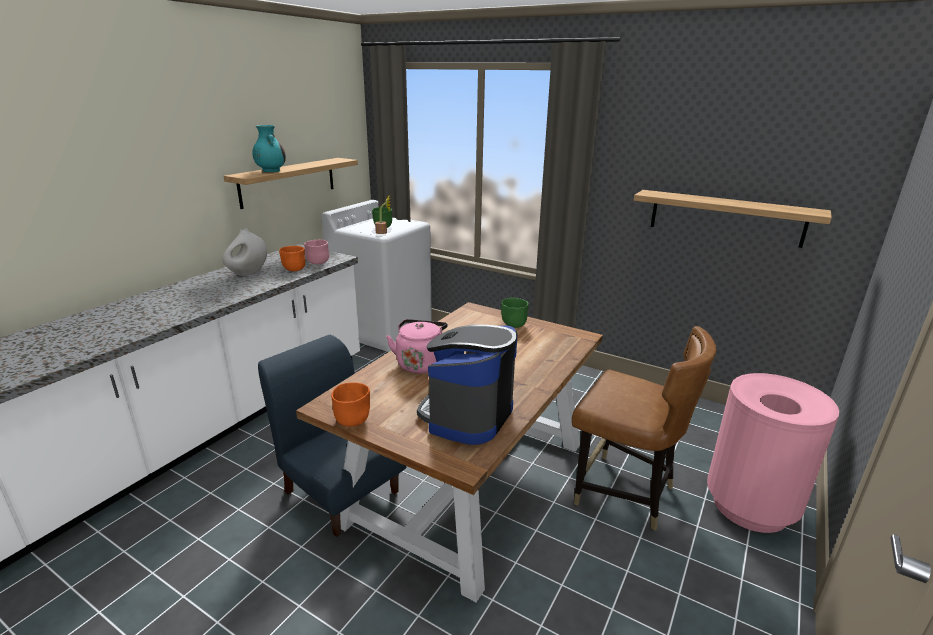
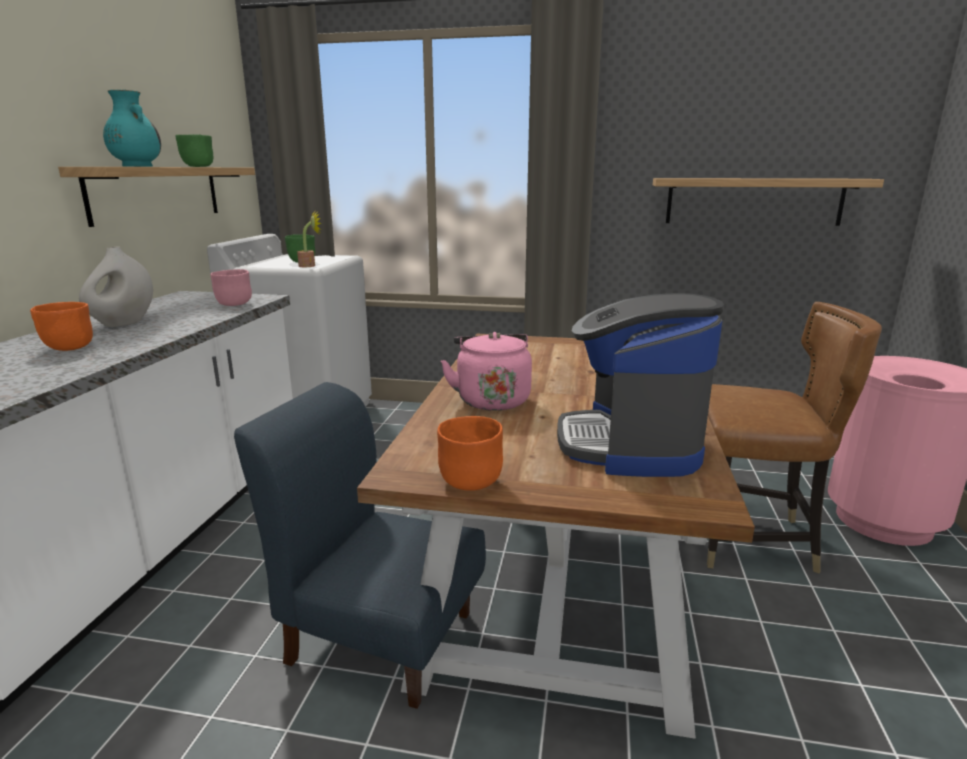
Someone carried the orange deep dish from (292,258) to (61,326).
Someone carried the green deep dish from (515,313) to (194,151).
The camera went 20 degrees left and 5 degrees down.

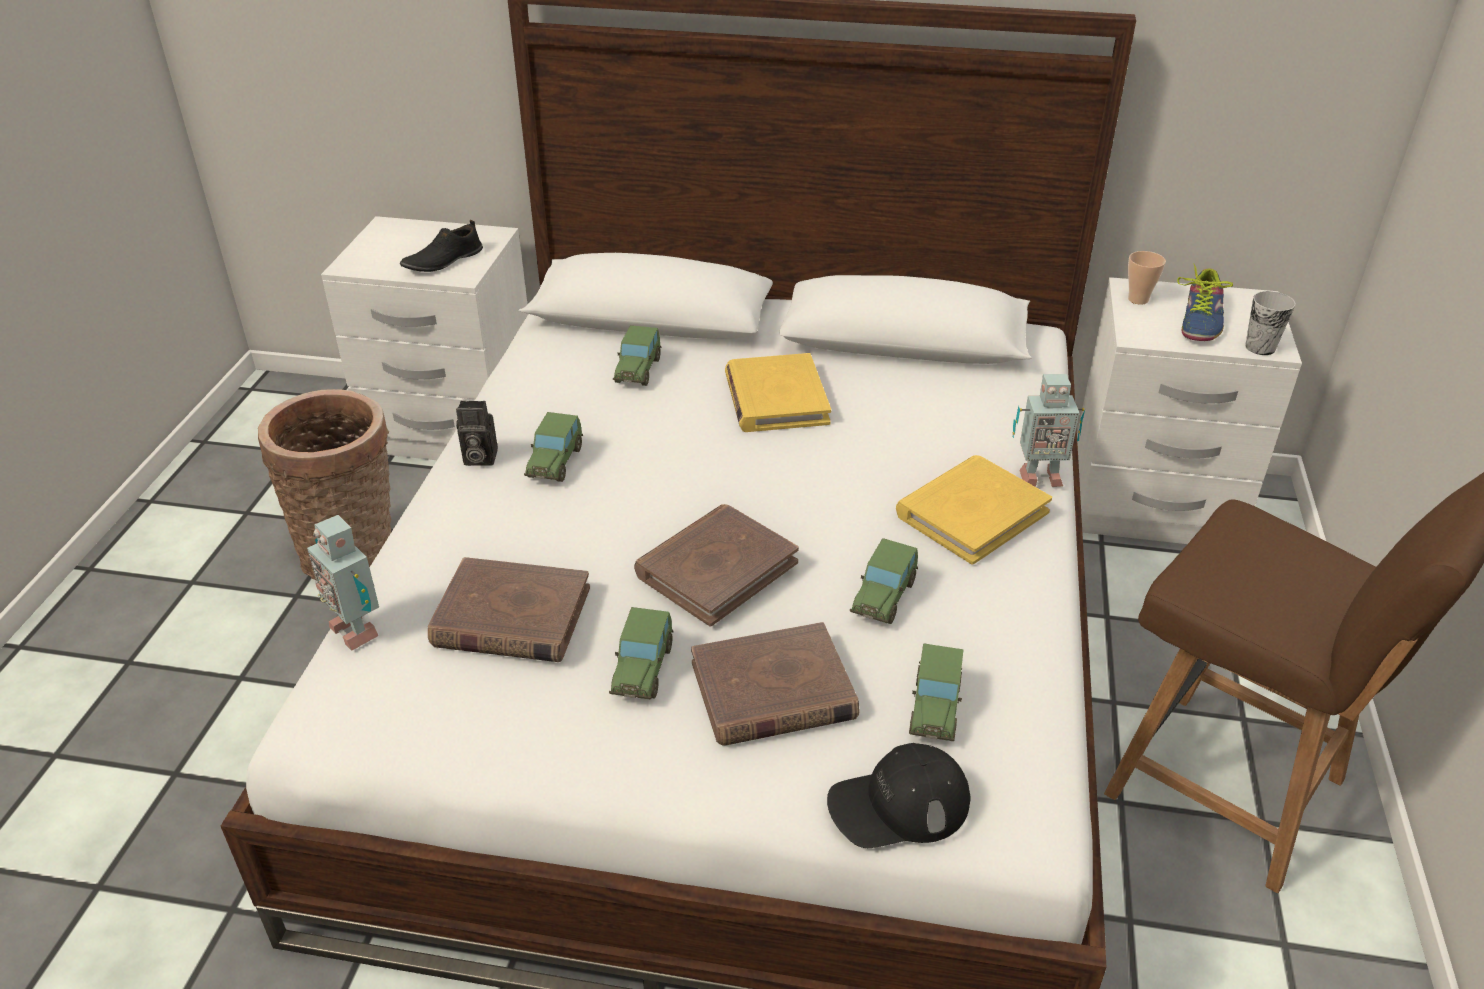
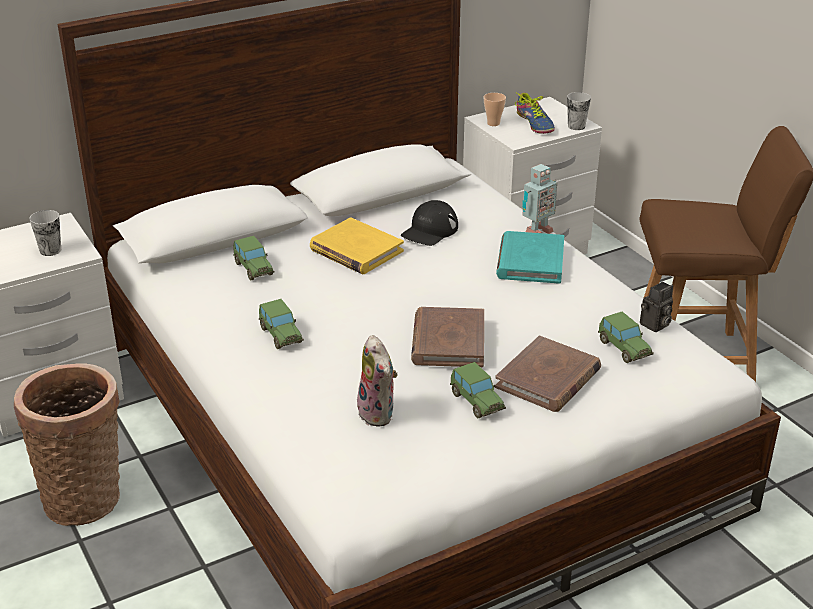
Someone took away the robot figure at (343,583).
Someone swapped the black low shoe at (441,246) for the drinking cup at (45,233).
Someone swapped the brownish bound book at (509,609) for the plush toy at (377,381).
Someone carried the photo camera from (477,433) to (656,306).
Someone carried the black peaked cap from (898,795) to (429,223).
Someone took away the miniature car at (884,581).
Someone repainted the yellow-coloured bound book at (974,510), which became the turquoise-coloured bound book at (530,257).
The camera went 40 degrees left and 5 degrees down.

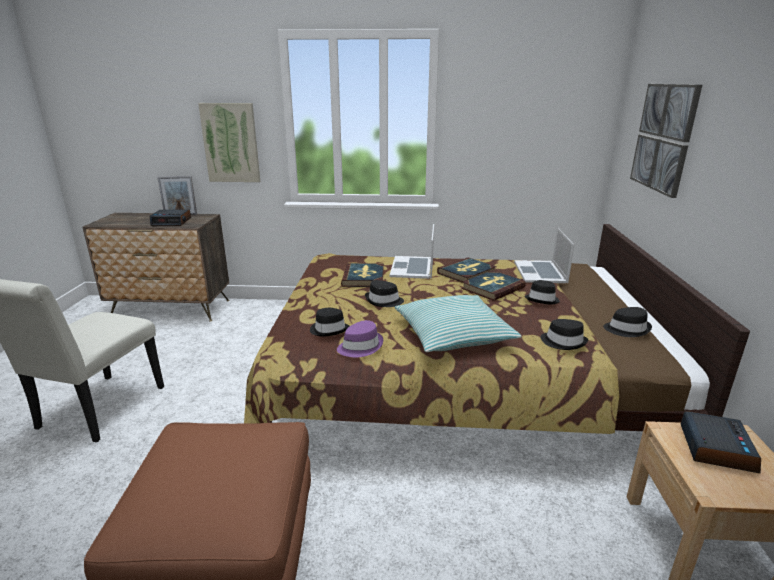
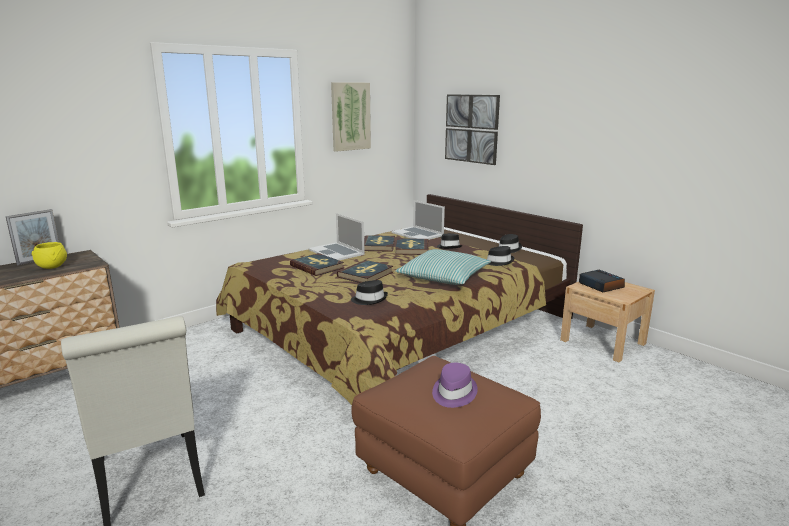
Someone swapped the alarm clock at (170,218) for the yellow-coloured deep dish at (49,255).
Someone carried the picture from (229,142) to (351,117).
Someone carried the purple-coloured wearable hat from (360,338) to (455,385).
Someone swapped the black wearable hat at (384,293) for the bound book at (365,271).
The camera went 45 degrees left and 5 degrees down.

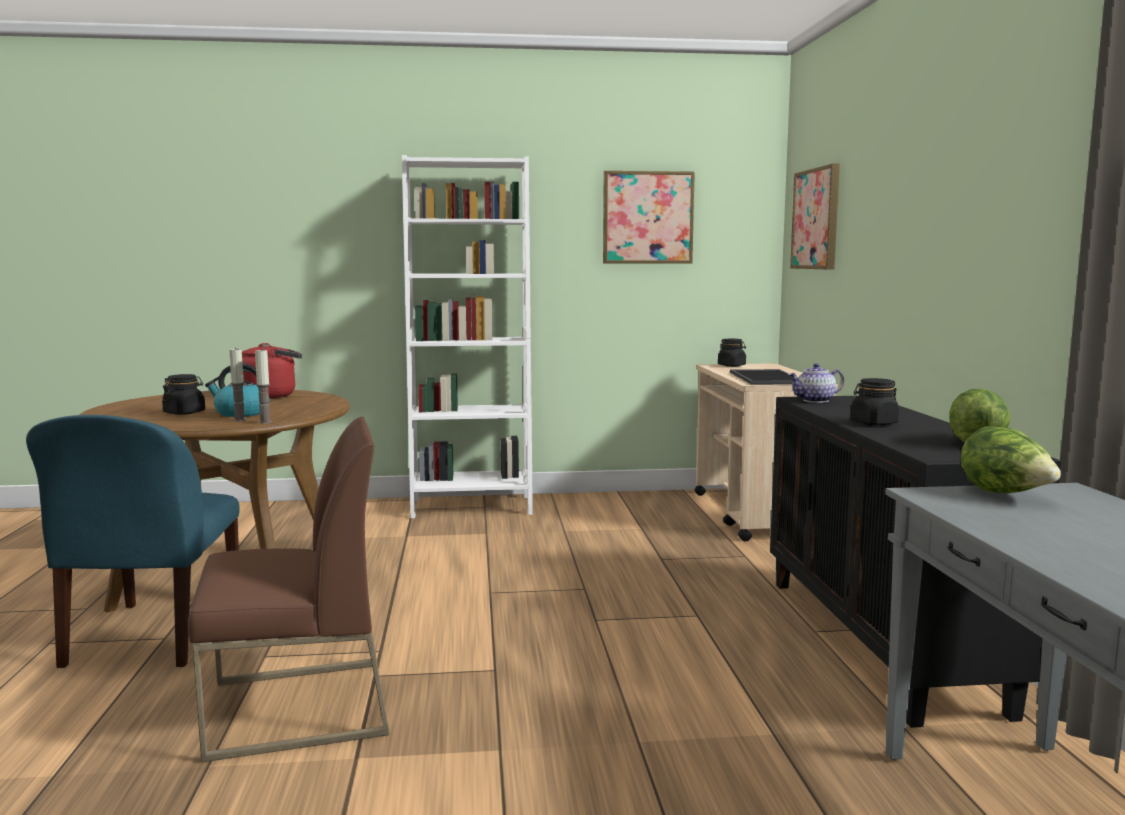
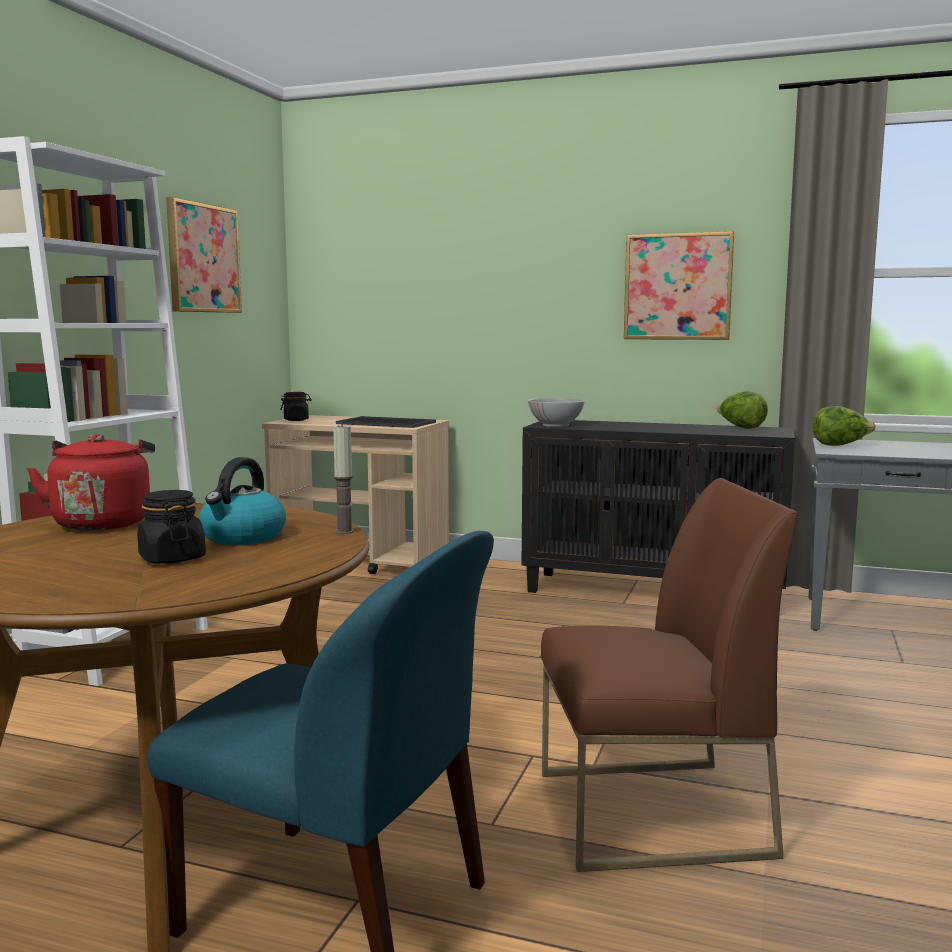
Someone rotated the brownish upright chair at (289,589) by 75 degrees clockwise.
Someone took away the candle at (237,384).
Someone swapped the tea pot at (816,383) for the whitish deep dish at (556,412).
Someone carried the picture from (815,216) to (679,285).
Someone took away the black jar at (875,401).
The camera went 65 degrees left and 0 degrees up.

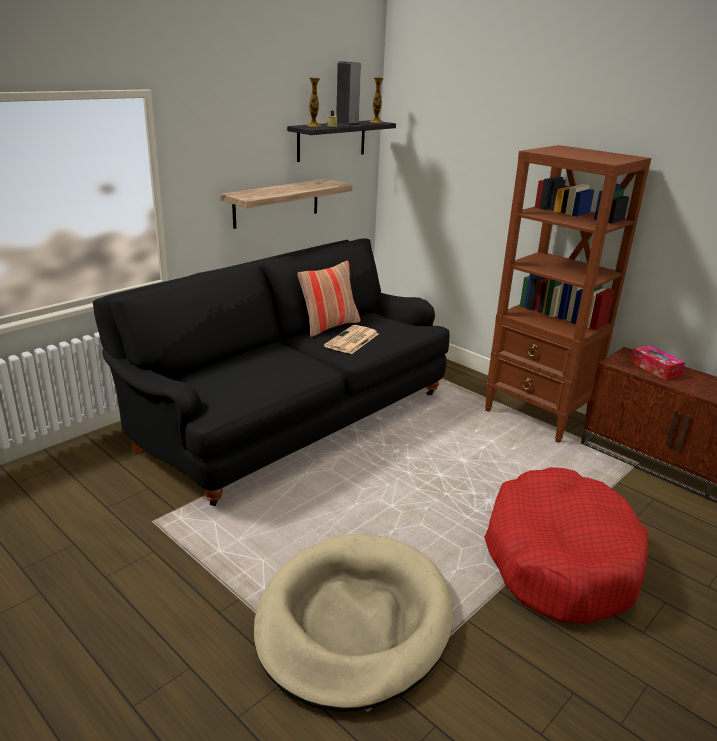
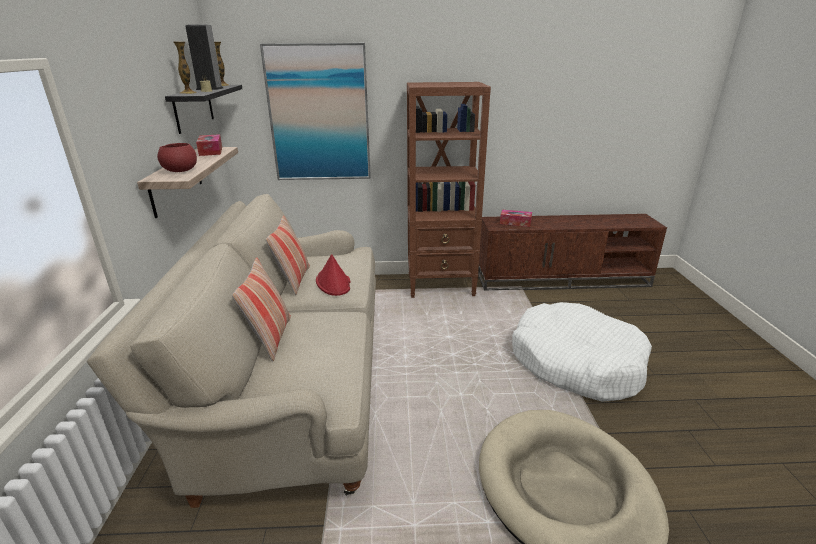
Someone repainted the black sofa at (271,372), which became the sand-coloured sofa at (231,351).
Someone swapped the newspaper at (351,339) for the red wearable hat at (333,275).
Someone repainted the red dog cushion at (566,545), which became the whitish dog cushion at (582,352).
Someone put down the red deep dish at (177,157).
Someone put down the tissue box at (209,145).
Someone put down the pillow at (261,310).
Someone put up the picture at (315,111).
The camera went 45 degrees left and 0 degrees up.

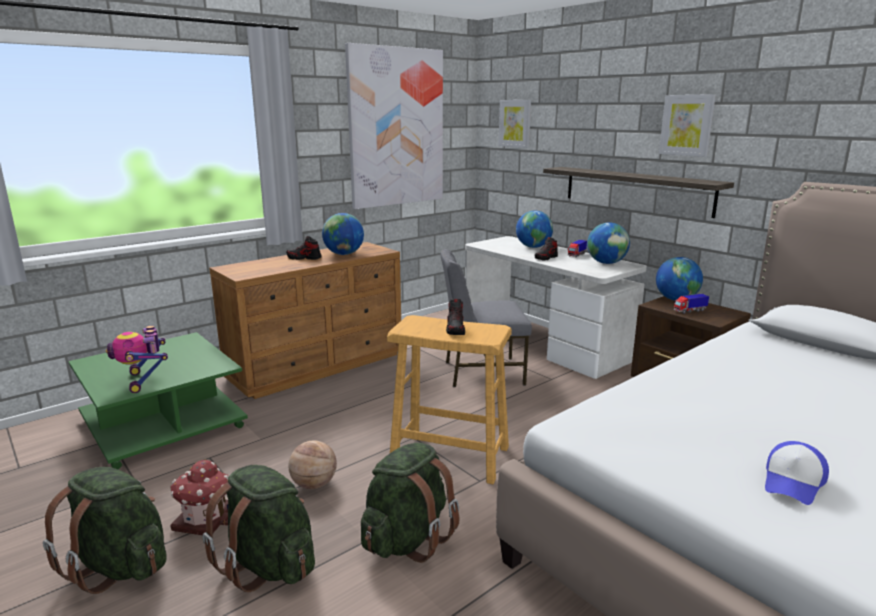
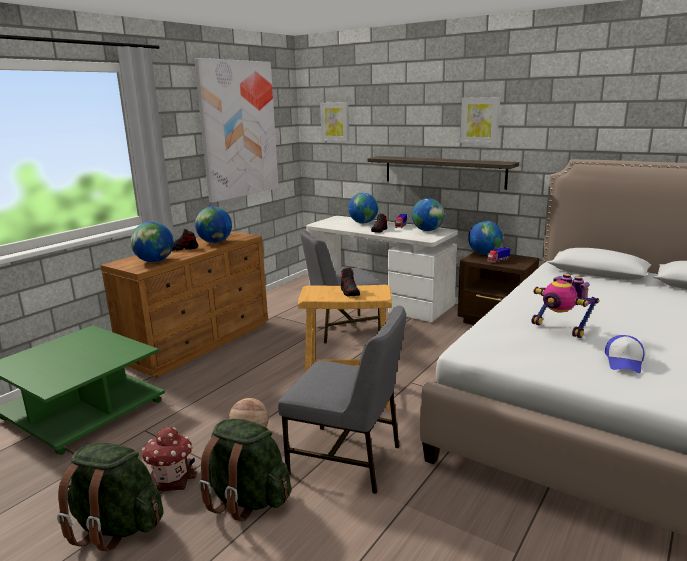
Someone carried the robot figure from (137,359) to (565,306).
Someone swapped the green rucksack at (410,503) for the greyish upright chair at (342,400).
Someone put down the world globe at (152,242).
The camera went 15 degrees left and 0 degrees up.

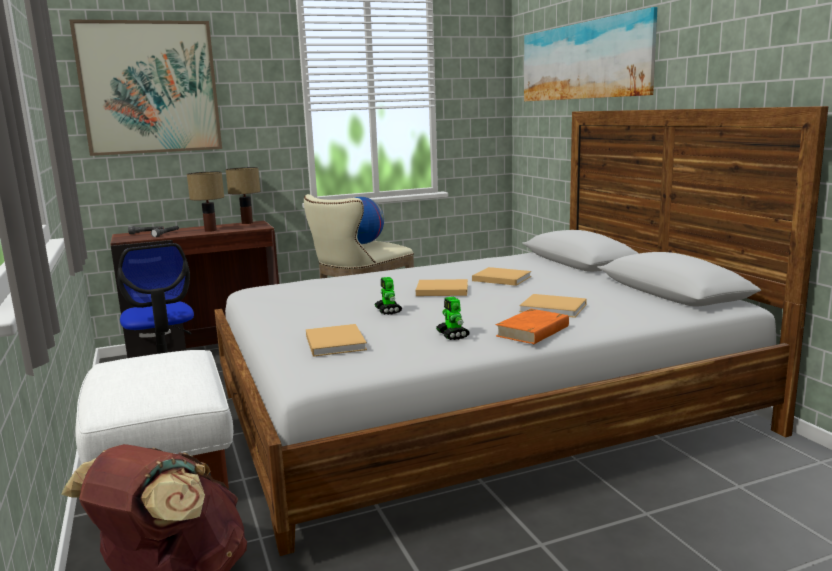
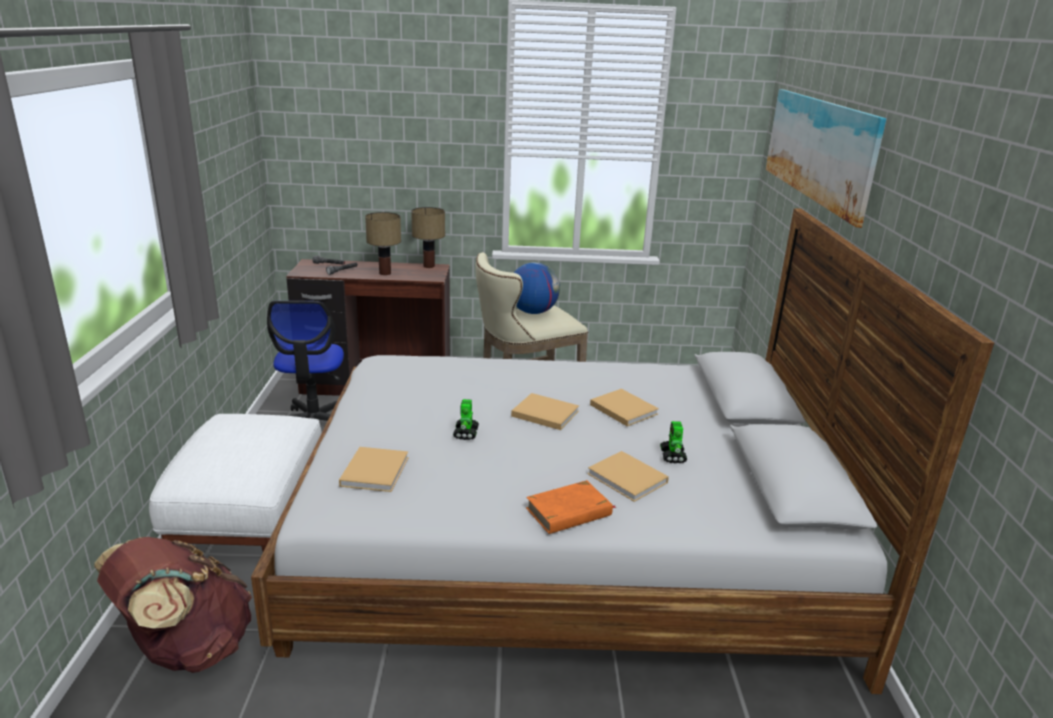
Someone took away the picture at (145,87).
Someone carried the robot figure from (453,318) to (673,442).
The camera went 20 degrees right and 10 degrees up.

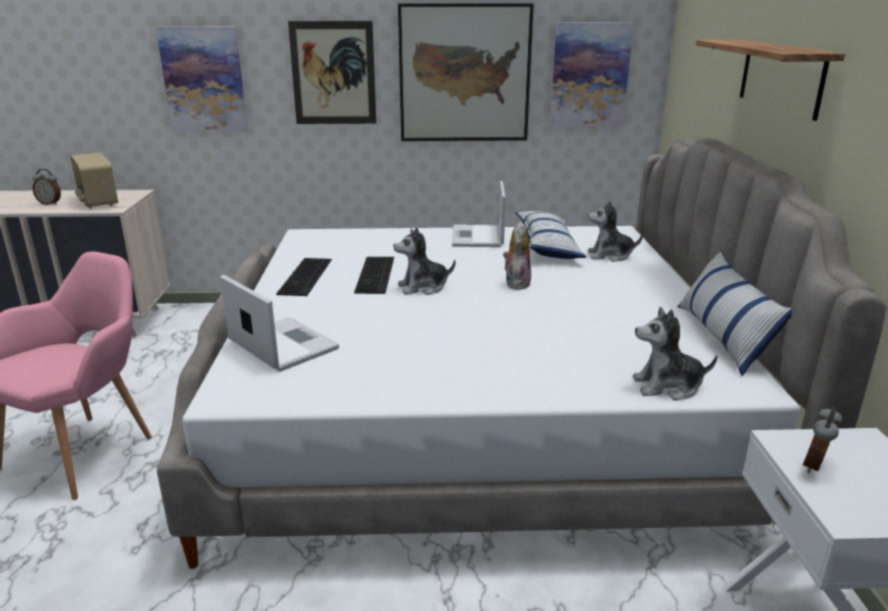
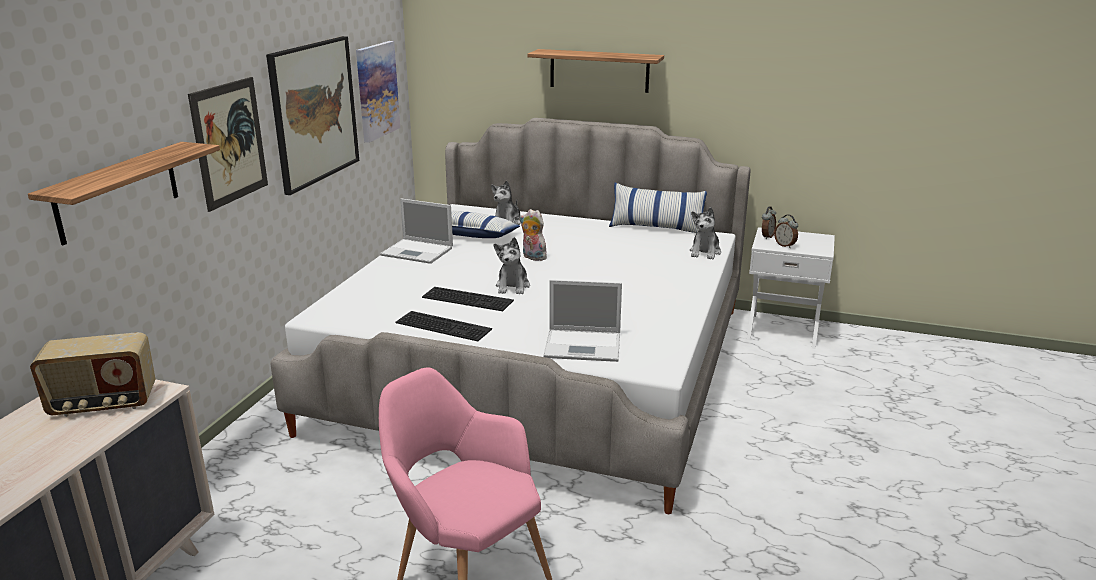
Someone carried the alarm clock from (47,187) to (769,223).
Someone swapped the picture at (202,79) for the shelf at (124,193).
Someone rotated the laptop at (279,323) by 150 degrees counterclockwise.
The camera went 70 degrees left and 0 degrees up.

